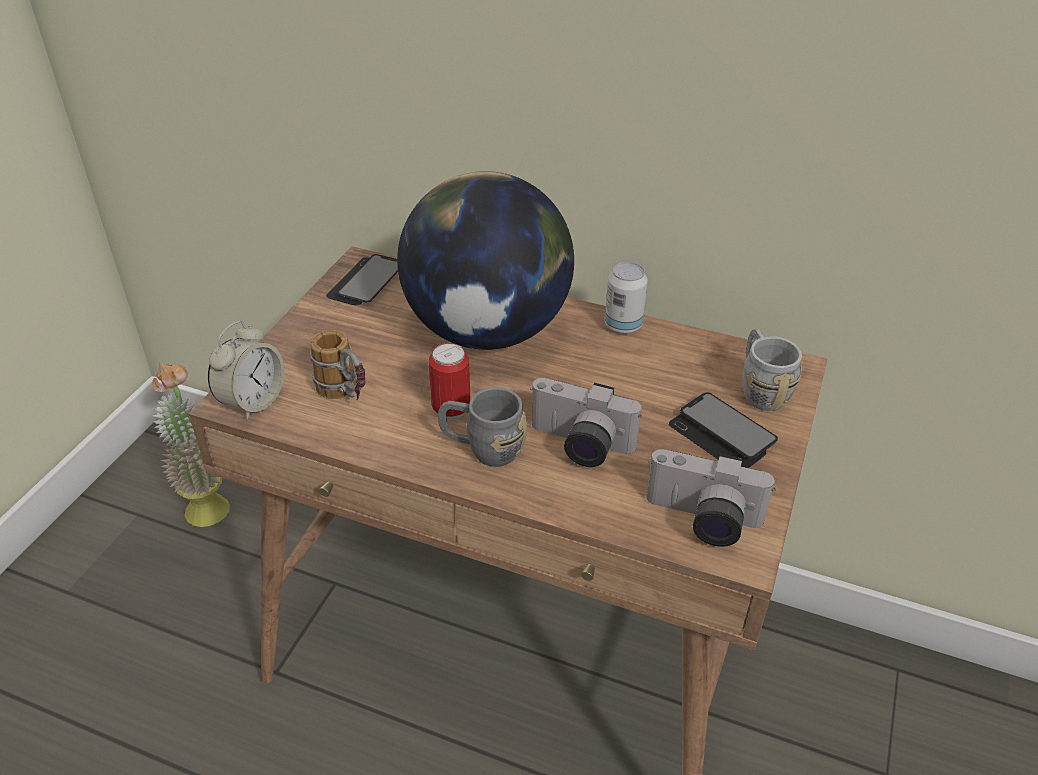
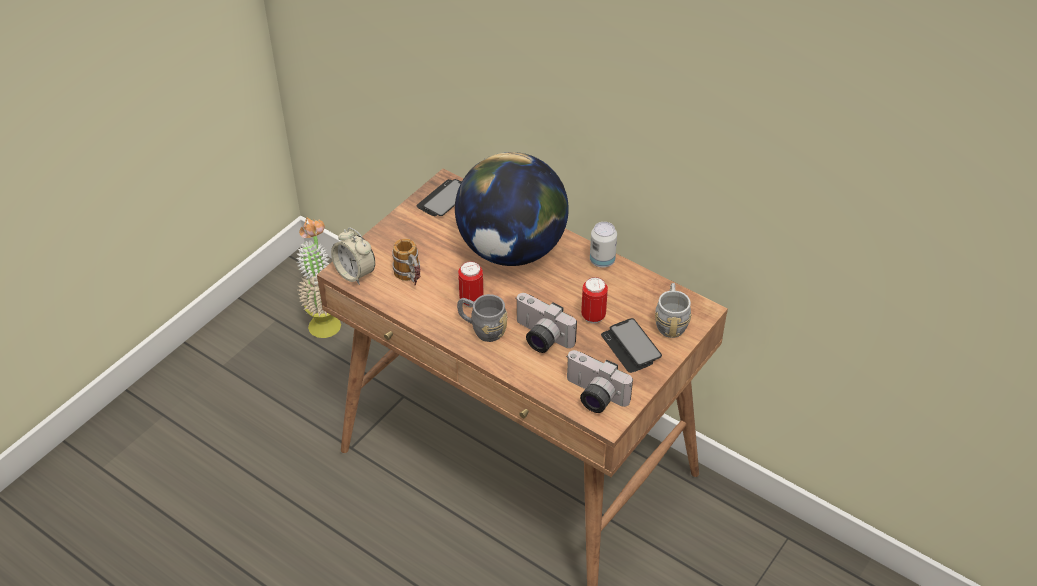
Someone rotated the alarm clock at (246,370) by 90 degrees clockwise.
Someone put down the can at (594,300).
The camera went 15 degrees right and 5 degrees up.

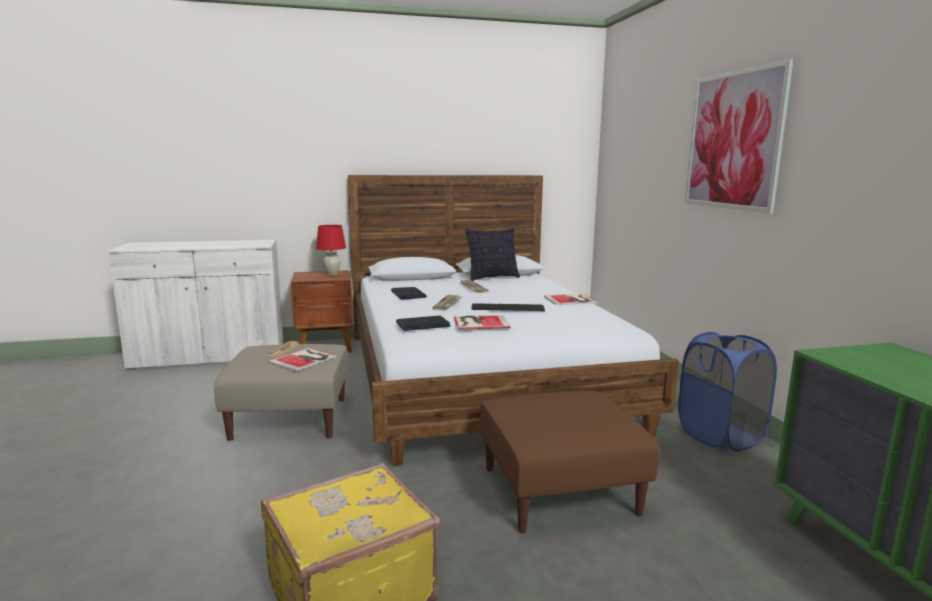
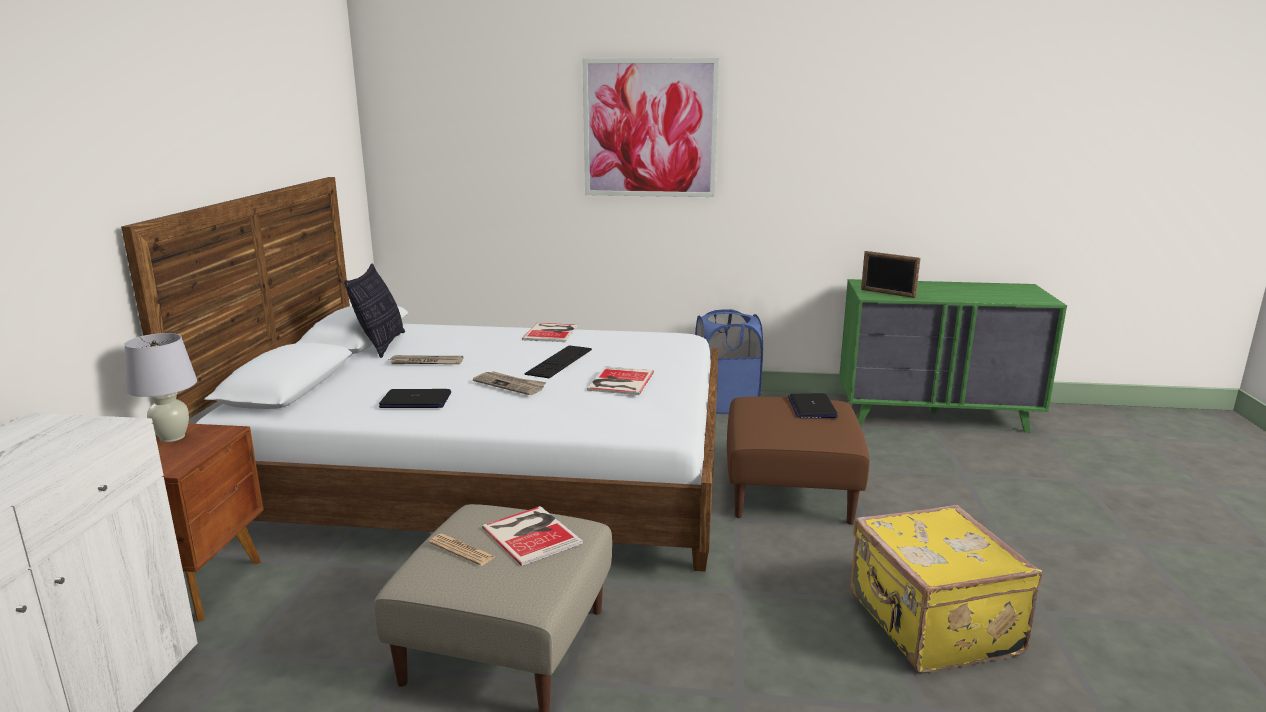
Someone repainted the red lamp for a table at (331,250), which became the whitish lamp for a table at (160,387).
Someone carried the laptop from (423,323) to (813,405).
Someone put down the photo frame at (890,274).
The camera went 70 degrees left and 5 degrees up.

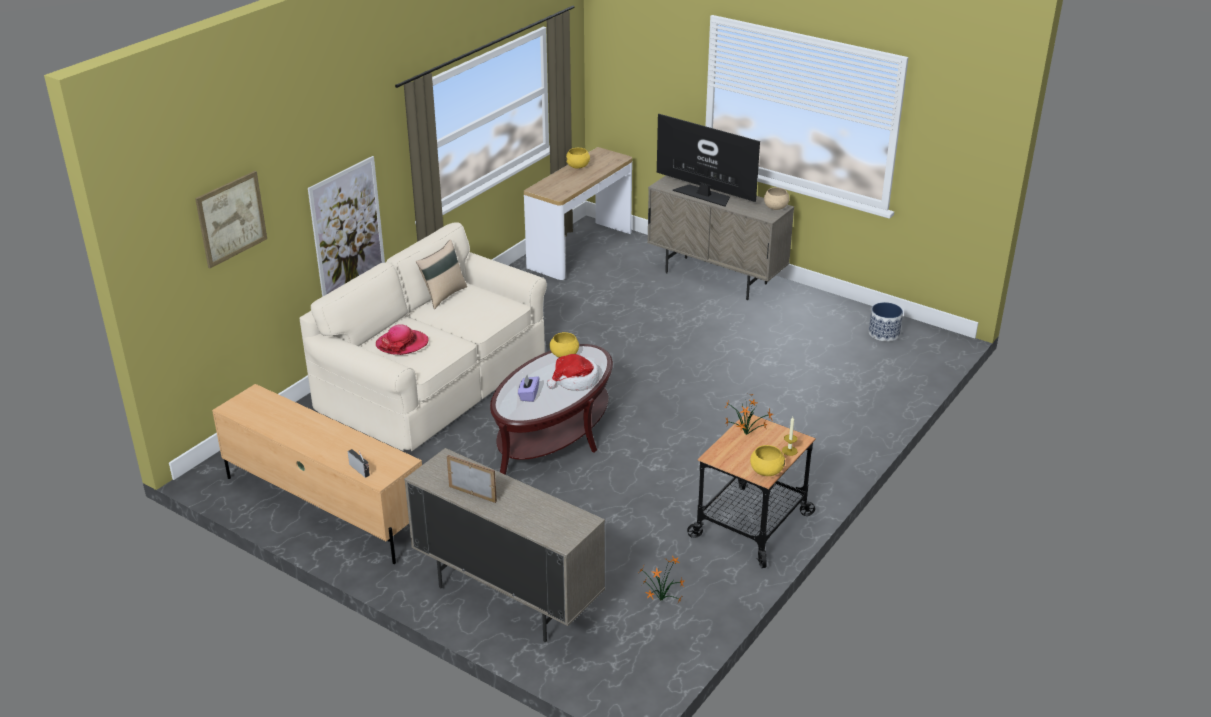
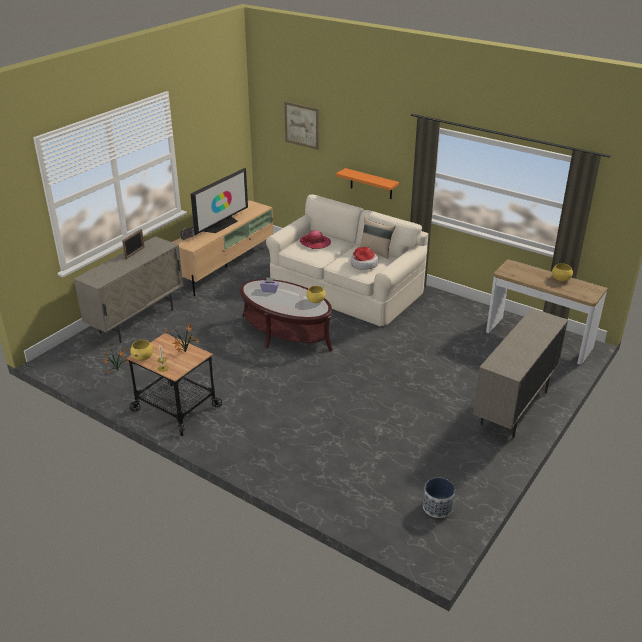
Someone swapped the picture at (346,226) for the orange shelf at (367,183).
Someone carried the wearable hat from (573,372) to (364,258).
Someone carried the TV set from (708,160) to (219,201).
Someone took away the sand-coloured deep dish at (776,199).
The camera went 90 degrees right and 0 degrees up.

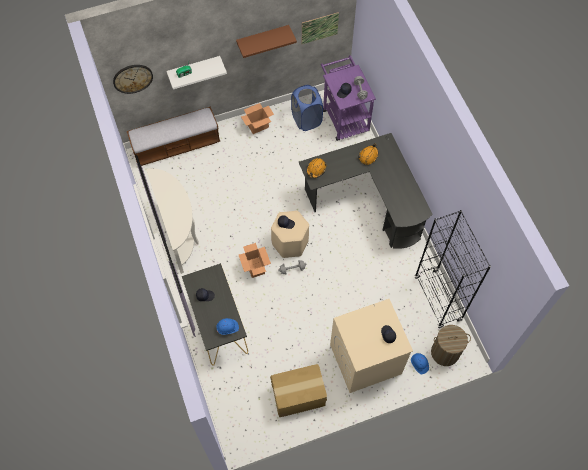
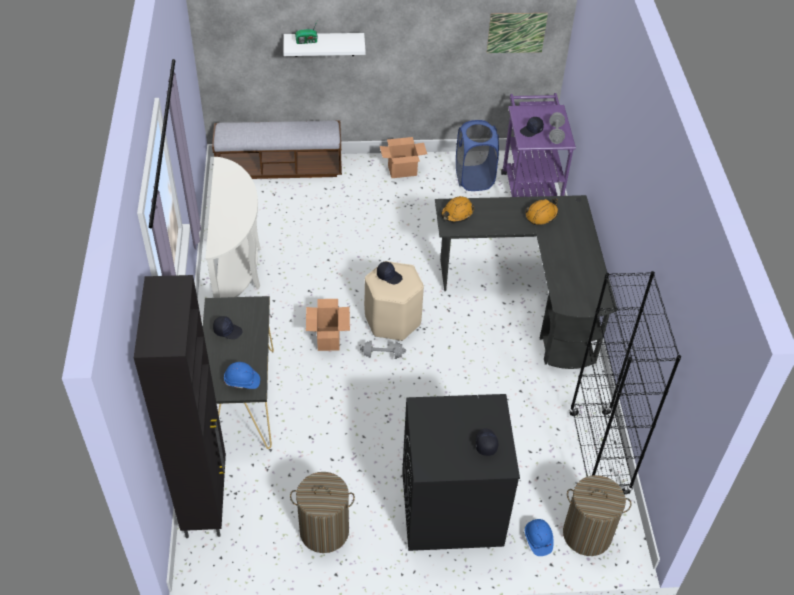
Someone took away the hanging clock at (133,79).
Someone took away the brownish shelf at (266,41).
Someone swapped the carton at (298,390) for the hamper at (322,512).
Someone repainted the sand-coloured laundry appliance at (371,346), which became the black laundry appliance at (461,472).
Someone put down the black storage cabinet at (180,406).
The camera went 15 degrees right and 15 degrees down.

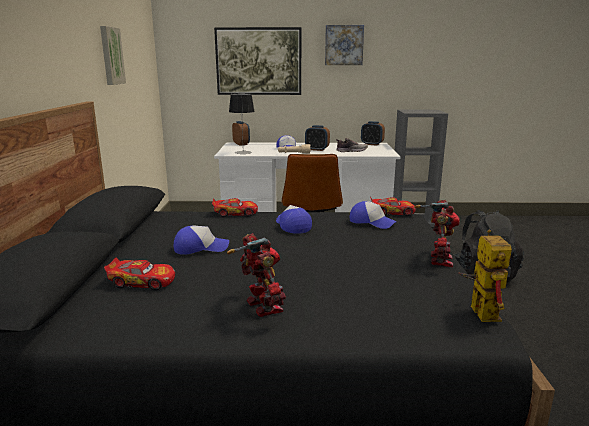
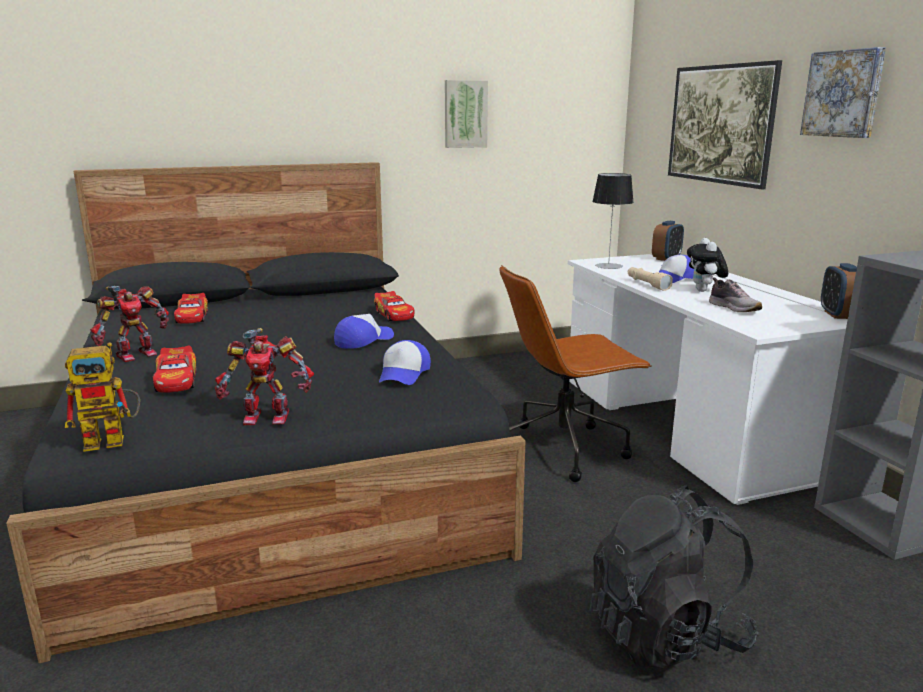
Someone took away the peaked cap at (201,240).
Someone swapped the alarm clock at (317,138) for the plush toy at (707,265).
Someone carried the miniature car from (393,206) to (175,369).
The camera went 70 degrees right and 0 degrees up.

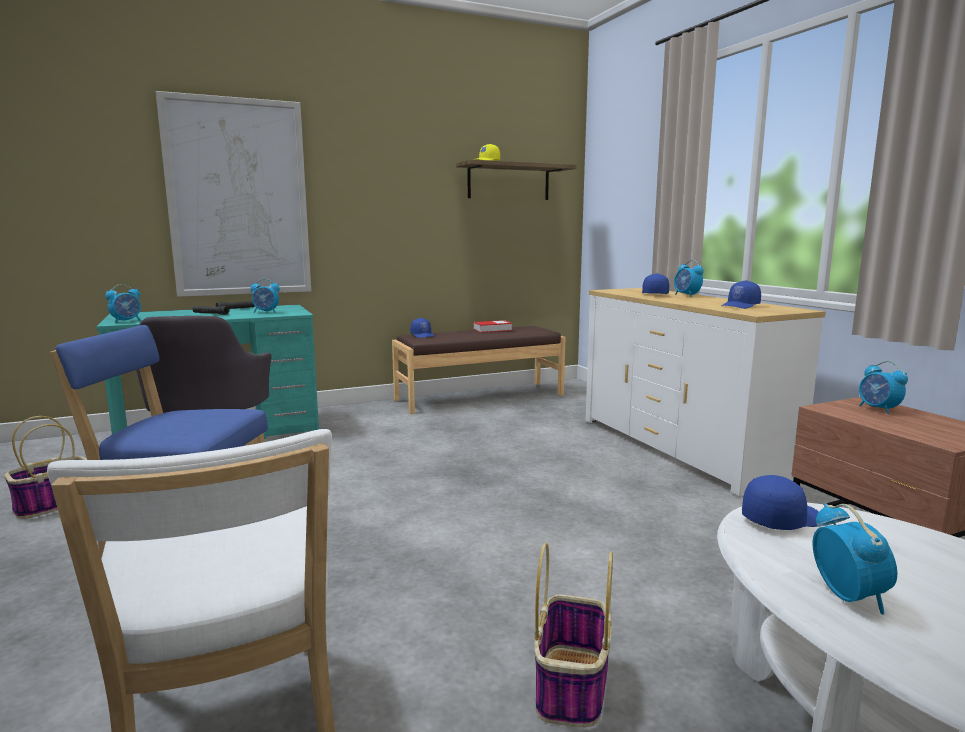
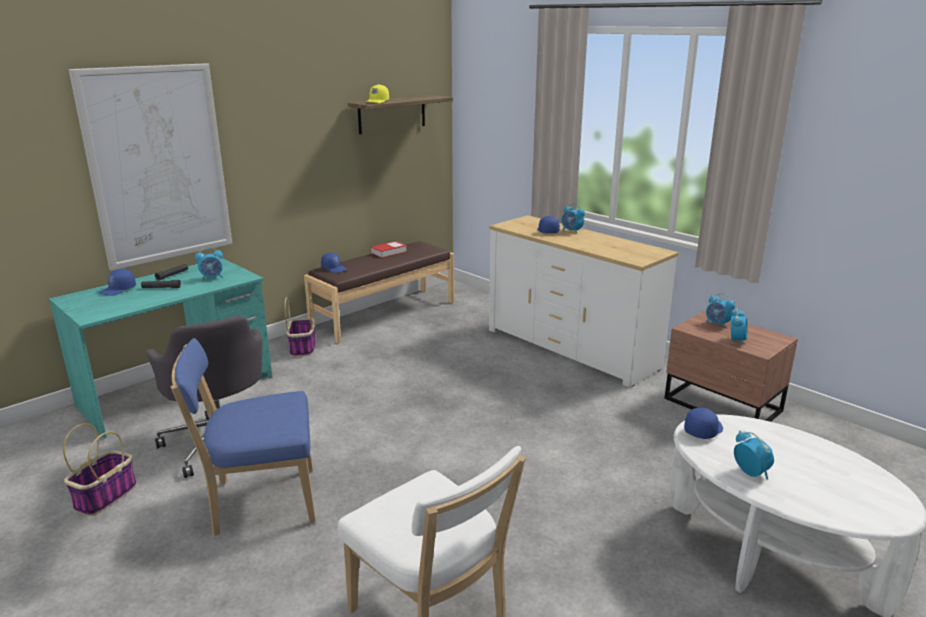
Someone carried the alarm clock from (123,303) to (739,327).
Someone carried the household basket from (573,635) to (299,327).
Someone carried the blue peaked cap from (741,294) to (117,282).
The camera went 20 degrees left and 10 degrees up.

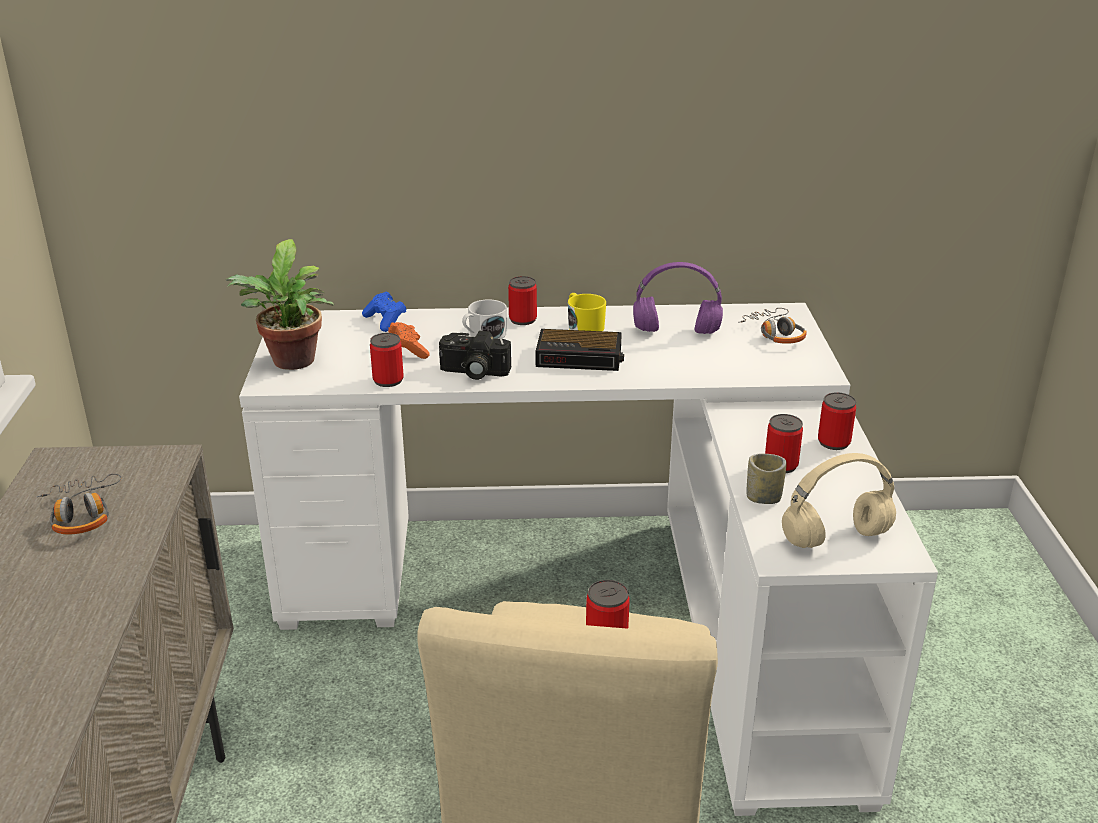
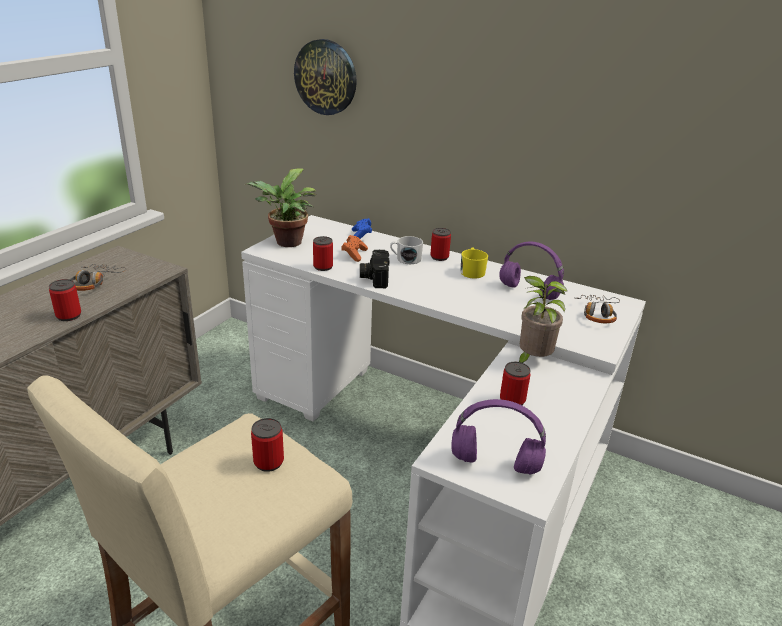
Someone rotated the photo camera at (475,355) by 45 degrees clockwise.
Someone took away the alarm clock at (580,350).
Someone took away the drinking cup at (767,479).
Someone repainted the sand-coloured headphones at (839,500), which became the purple-coloured headphones at (499,436).
Someone carried the can from (837,421) to (65,300).
Someone put up the hanging clock at (325,77).
Someone put down the plant in a pot at (543,319).
The camera went 30 degrees right and 0 degrees up.

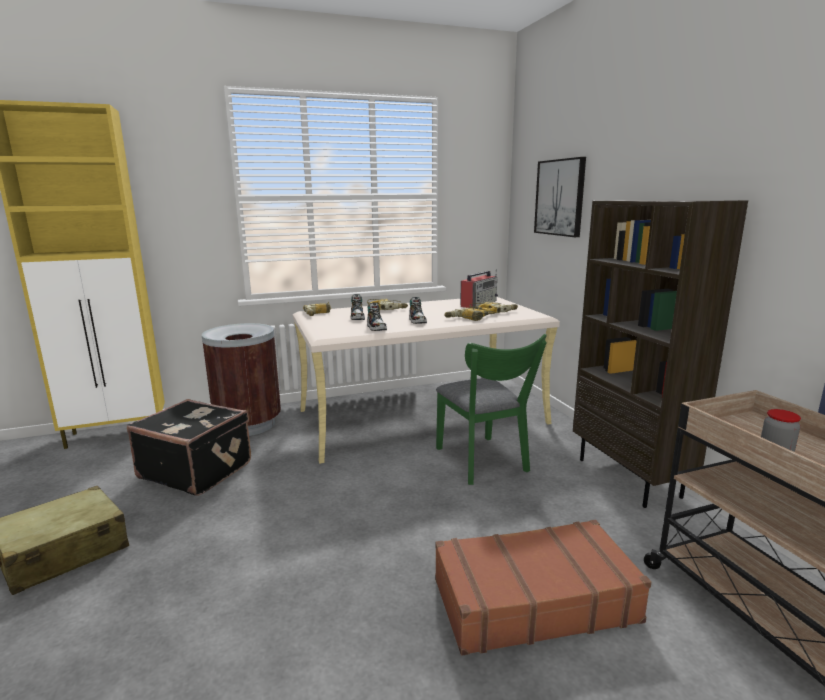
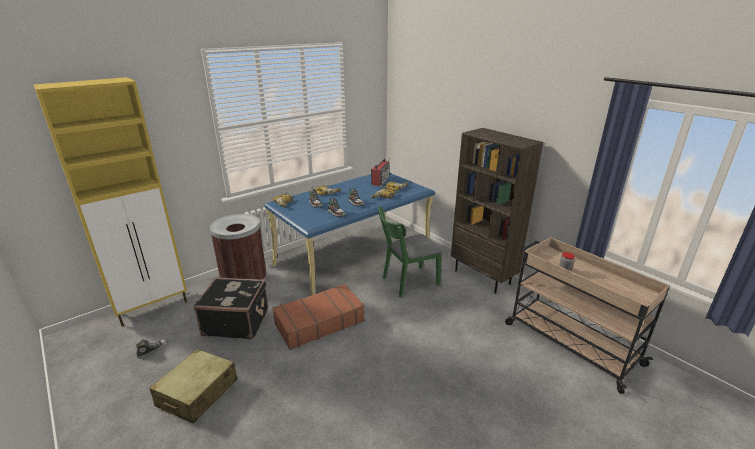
Someone repainted the sand-coloured desk unit at (426,380), which became the blue desk unit at (349,234).
Someone carried the brownish suitcase from (543,588) to (318,317).
Someone rotated the green upright chair at (491,409) by 105 degrees clockwise.
Someone took away the picture at (560,197).
Someone put down the low shoe at (151,348).
The camera went 20 degrees left and 10 degrees up.

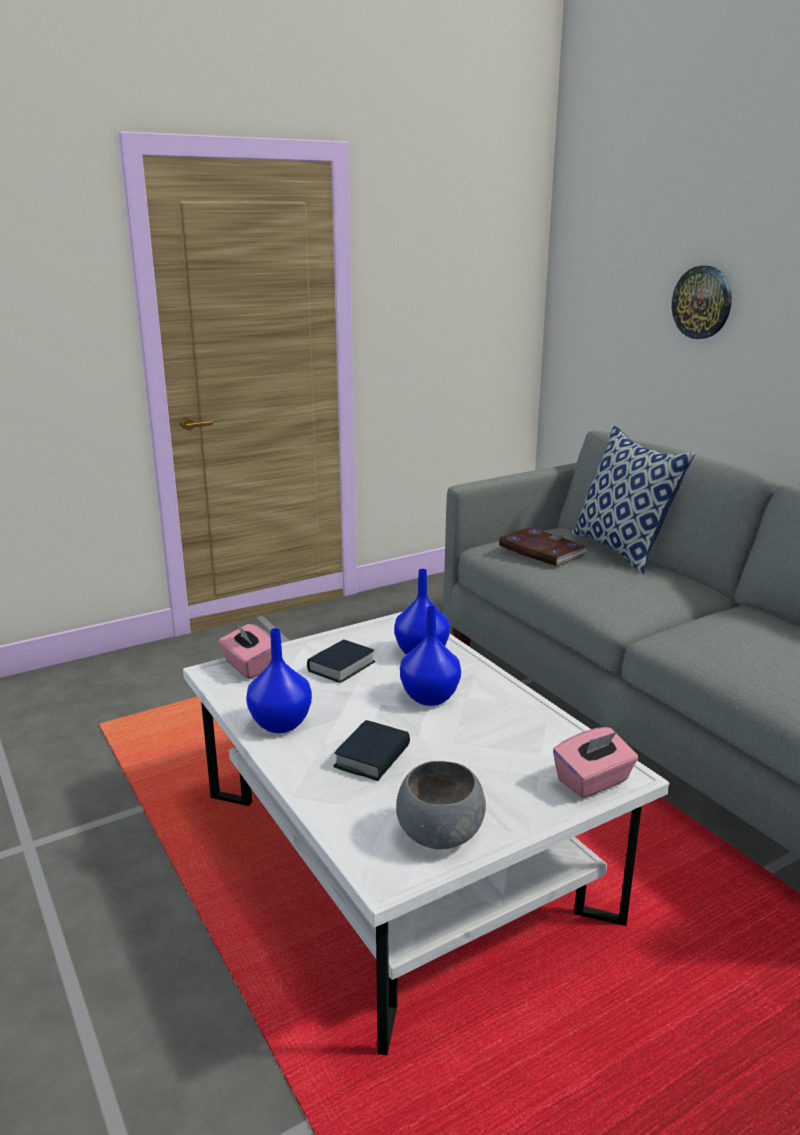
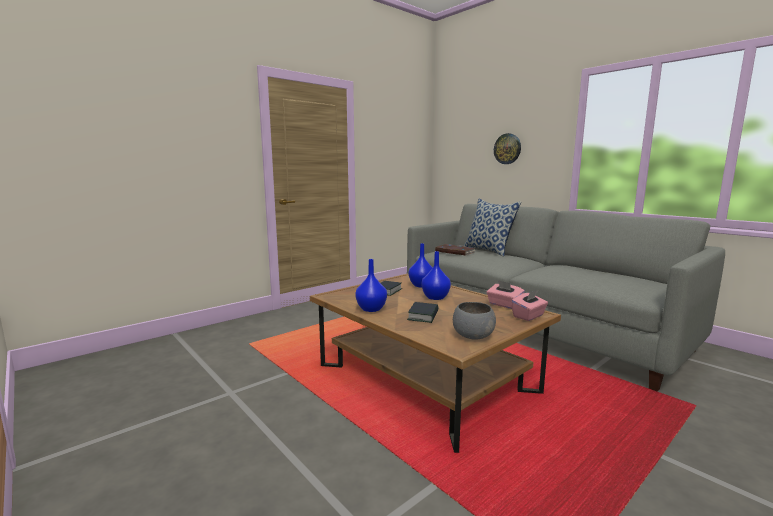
Someone repainted the whitish low table at (426,833), which became the brownish low table at (435,363).
Someone carried the pink tissue box from (245,651) to (506,294).
The camera went 10 degrees left and 10 degrees down.

